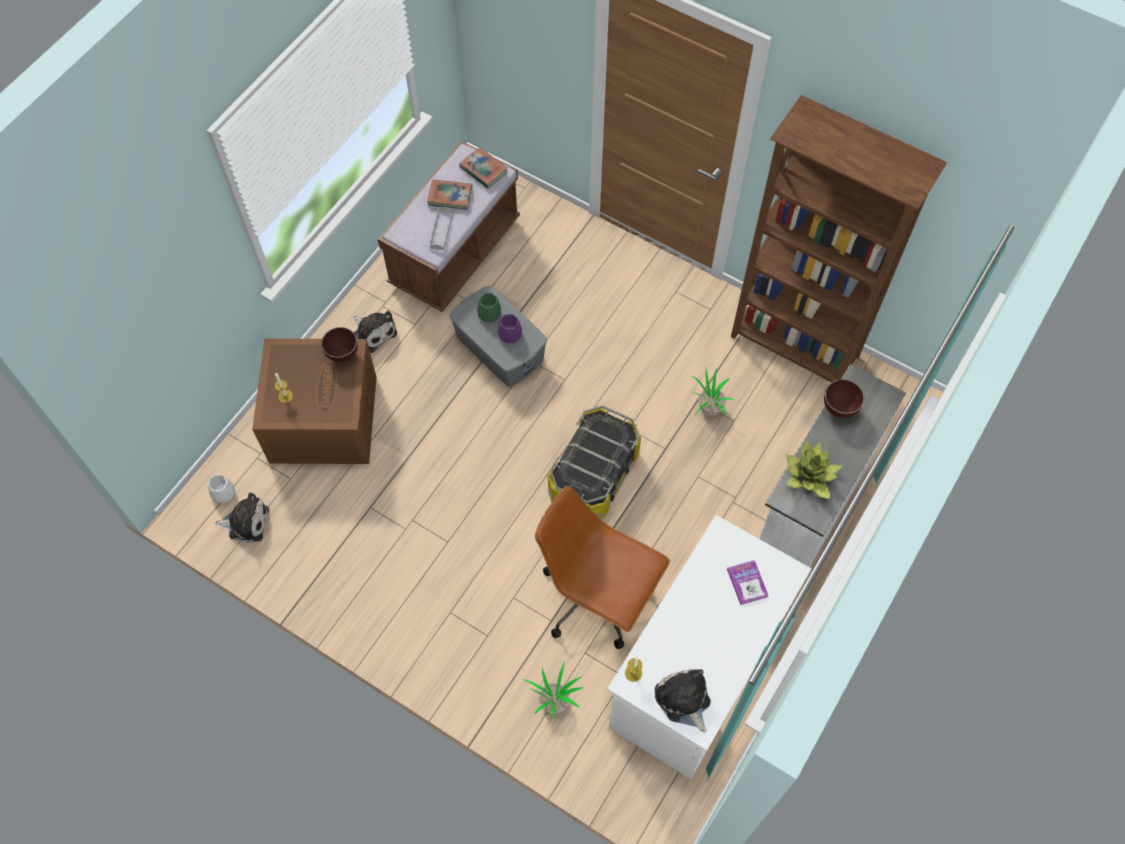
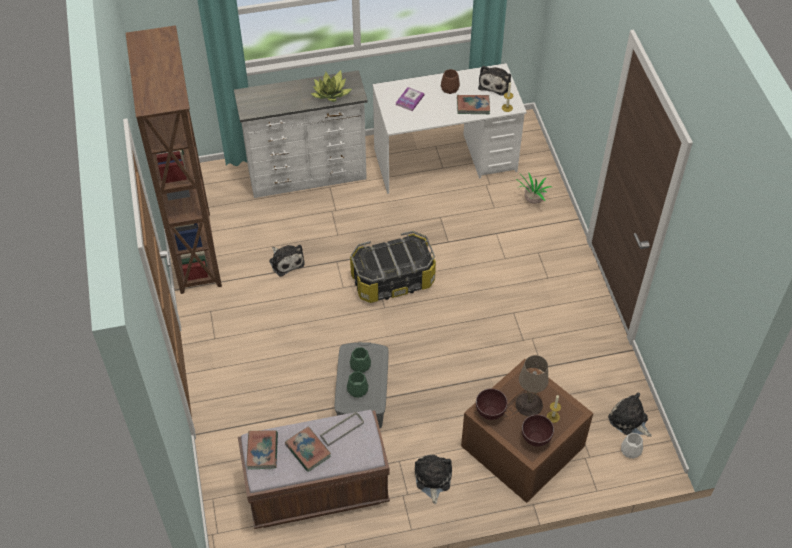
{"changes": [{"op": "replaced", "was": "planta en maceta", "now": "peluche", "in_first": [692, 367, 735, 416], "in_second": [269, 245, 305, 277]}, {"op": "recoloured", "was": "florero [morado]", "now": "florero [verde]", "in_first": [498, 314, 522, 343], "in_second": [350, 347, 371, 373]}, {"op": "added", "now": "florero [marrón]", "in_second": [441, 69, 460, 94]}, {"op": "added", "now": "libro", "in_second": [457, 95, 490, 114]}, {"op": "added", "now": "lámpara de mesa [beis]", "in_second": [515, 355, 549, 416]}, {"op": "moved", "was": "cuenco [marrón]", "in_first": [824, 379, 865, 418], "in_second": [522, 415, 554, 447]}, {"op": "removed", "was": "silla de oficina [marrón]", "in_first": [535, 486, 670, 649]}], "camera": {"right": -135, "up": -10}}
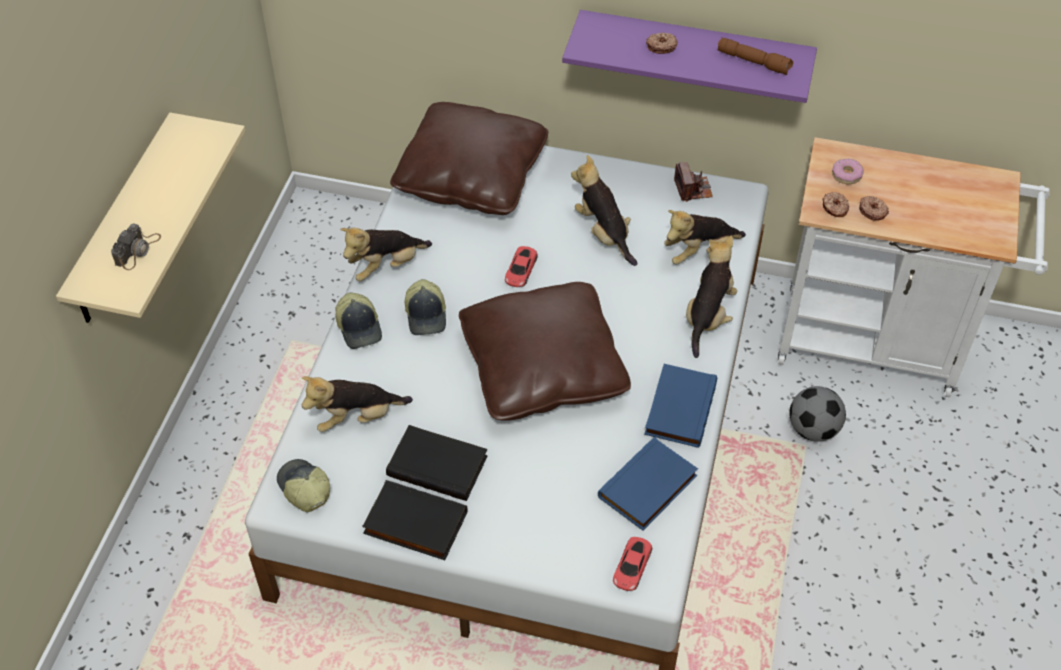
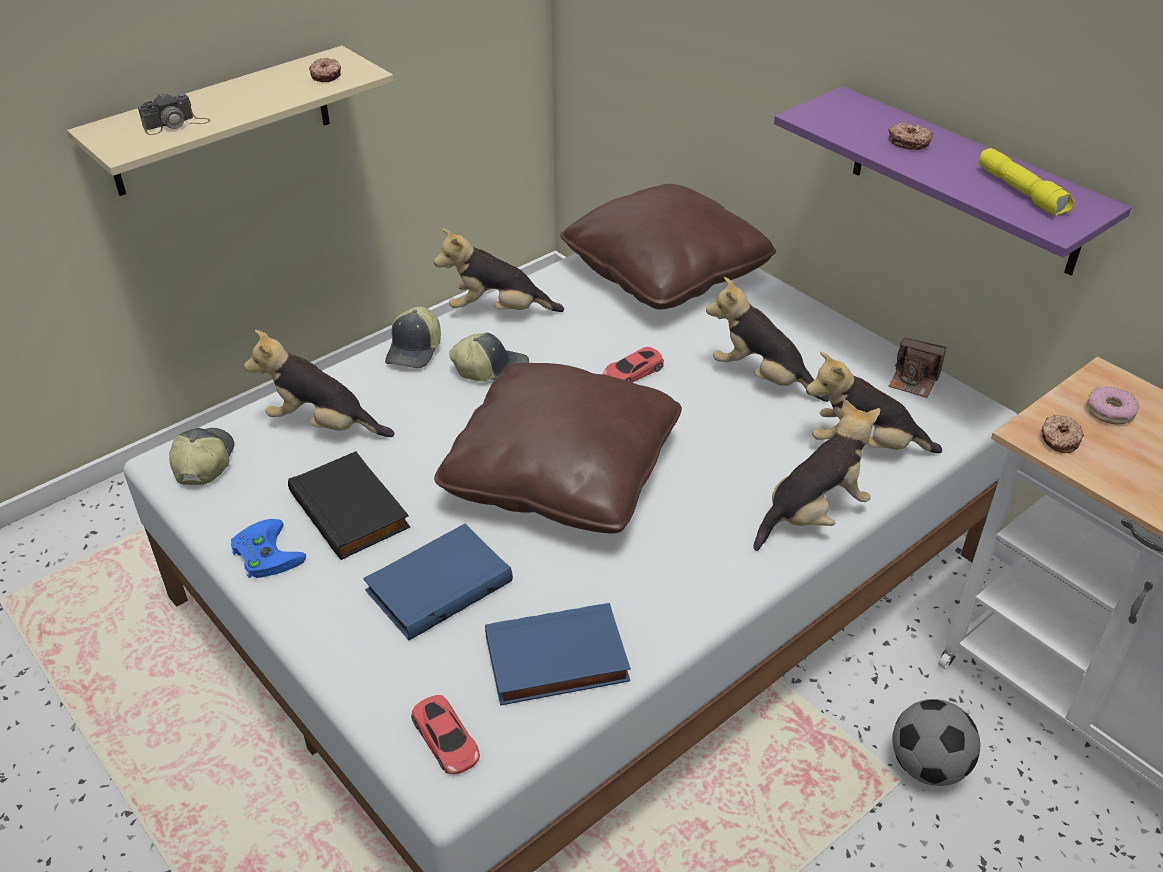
{"changes": [{"op": "replaced", "was": "libro [negro]", "now": "mando de consola [azul]", "in_first": [362, 480, 468, 560], "in_second": [231, 519, 306, 578]}, {"op": "moved", "was": "rosquilla", "in_first": [859, 196, 889, 221], "in_second": [309, 58, 341, 82]}, {"op": "moved", "was": "libro [azul]", "in_first": [644, 364, 717, 448], "in_second": [363, 523, 513, 640]}, {"op": "turned", "was": "coche de juguete [rojo]", "in_first": [613, 537, 652, 591], "in_second": [411, 695, 480, 774], "clockwise": -90}, {"op": "turned", "was": "gorra", "in_first": [405, 279, 446, 335], "in_second": [449, 332, 529, 381], "clockwise": -120}, {"op": "turned", "was": "peluche", "in_first": [571, 155, 637, 266], "in_second": [706, 277, 830, 402], "clockwise": -60}, {"op": "turned", "was": "cámara", "in_first": [674, 162, 713, 202], "in_second": [889, 338, 946, 398], "clockwise": 90}, {"op": "recoloured", "was": "linterna [marrón]", "now": "linterna [amarillo]", "in_first": [717, 38, 793, 75], "in_second": [979, 148, 1075, 216]}], "camera": {"right": 35, "up": -10}}
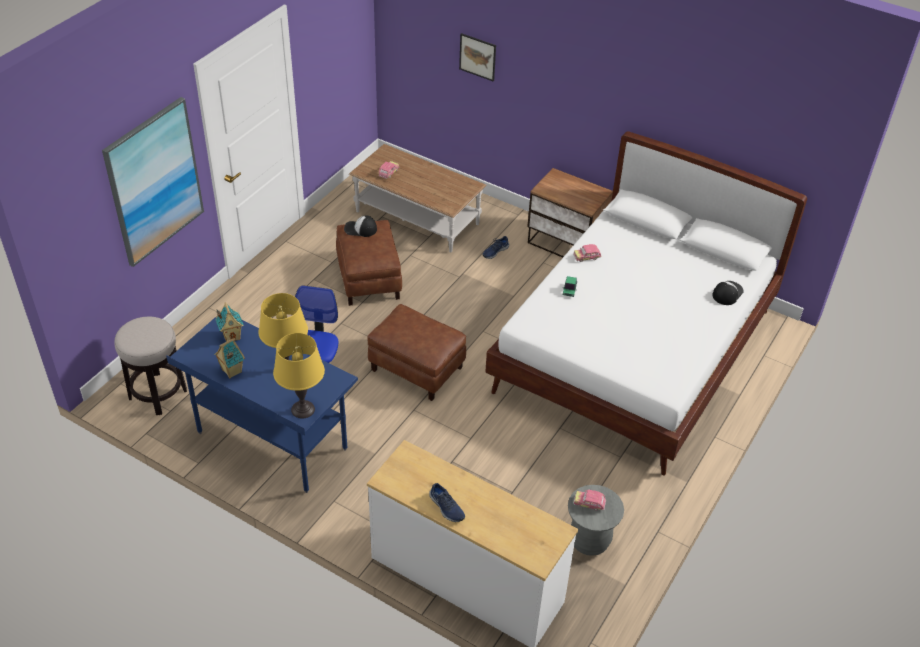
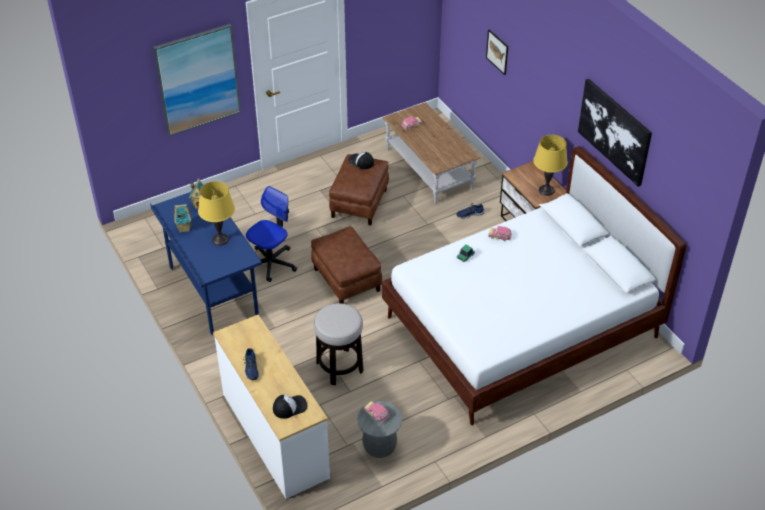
{"changes": [{"op": "moved", "was": "gorra", "in_first": [713, 281, 743, 305], "in_second": [273, 395, 307, 419]}, {"op": "moved", "was": "taburete", "in_first": [114, 317, 187, 415], "in_second": [313, 303, 363, 385]}, {"op": "moved", "was": "lámpara de mesa [amarillo]", "in_first": [273, 333, 325, 418], "in_second": [533, 135, 568, 196]}, {"op": "added", "now": "cuadro", "in_second": [578, 79, 652, 187]}], "camera": {"right": 30, "up": 0}}
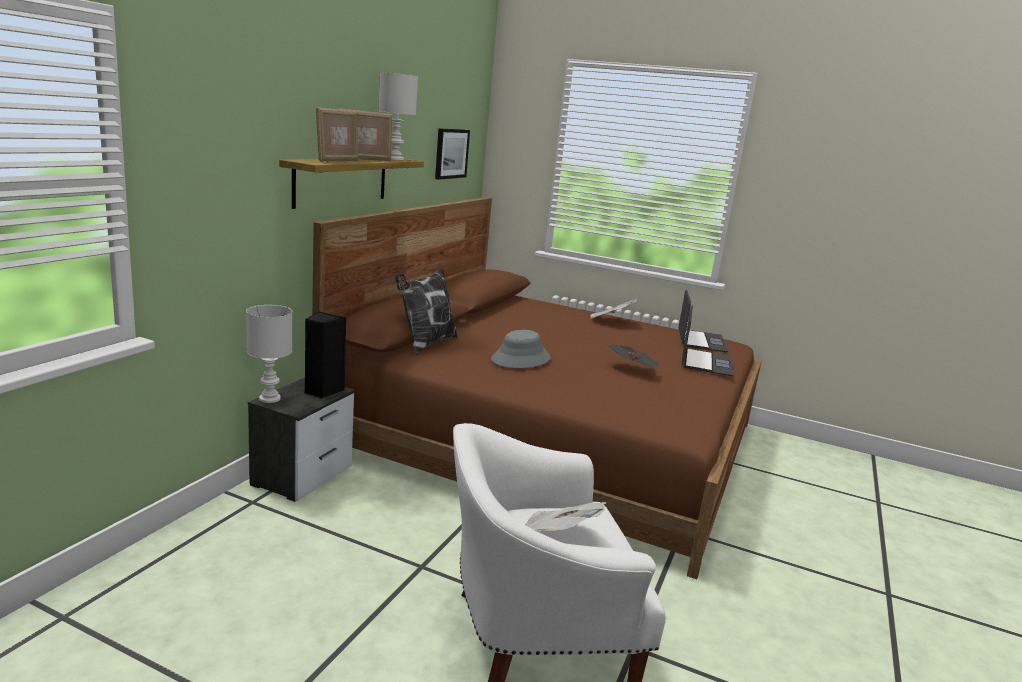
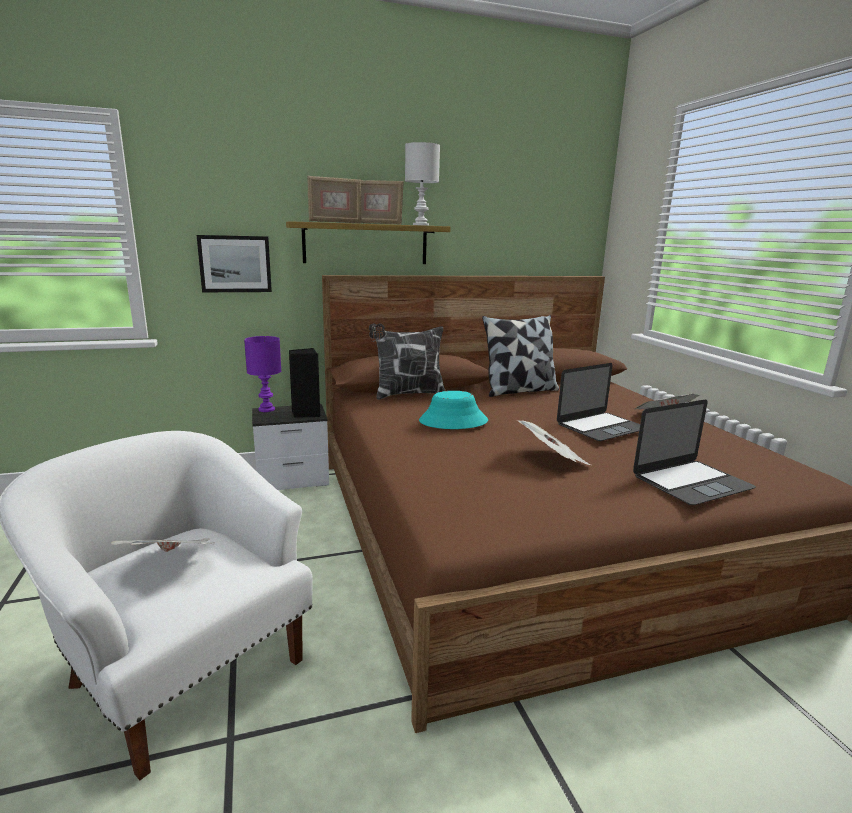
{"changes": [{"op": "moved", "was": "cuadro", "in_first": [435, 128, 470, 180], "in_second": [197, 235, 272, 292]}, {"op": "recoloured", "was": "lámpara de mesa [blanco]", "now": "lámpara de mesa [morado]", "in_first": [246, 305, 292, 403], "in_second": [244, 336, 281, 412]}, {"op": "recoloured", "was": "sombrero [gris]", "now": "sombrero [turquesa]", "in_first": [491, 330, 550, 368], "in_second": [419, 391, 488, 429]}, {"op": "added", "now": "cojín", "in_second": [482, 315, 559, 397]}, {"op": "moved", "was": "portátil", "in_first": [679, 290, 728, 352], "in_second": [557, 363, 640, 441]}], "camera": {"right": 50, "up": 0}}
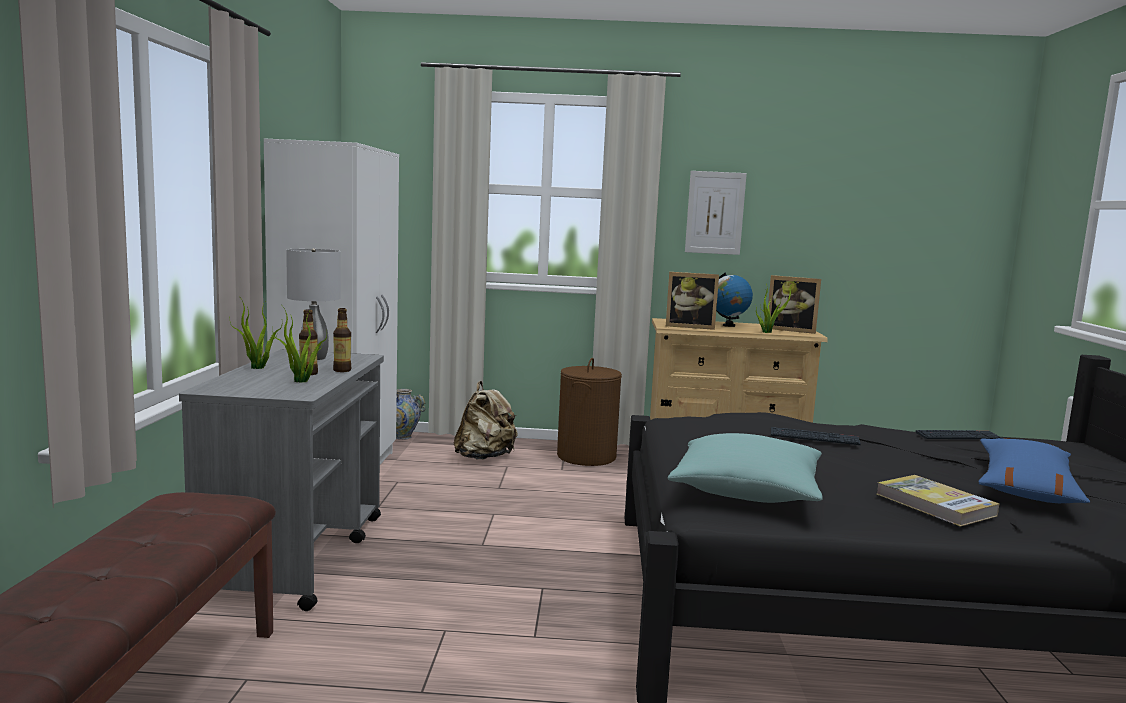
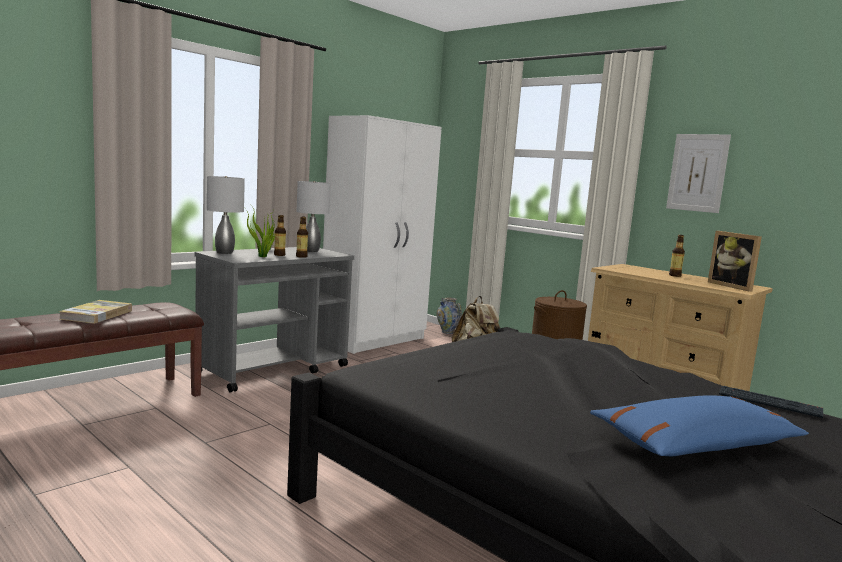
{"changes": [{"op": "moved", "was": "libro", "in_first": [877, 475, 999, 527], "in_second": [59, 300, 132, 324]}, {"op": "added", "now": "lámpara de mesa [gris]", "in_second": [207, 176, 245, 254]}, {"op": "replaced", "was": "globo terráqueo", "now": "botella", "in_first": [716, 272, 753, 327], "in_second": [669, 235, 685, 277]}, {"op": "removed", "was": "portarretratos", "in_first": [666, 272, 719, 330]}, {"op": "removed", "was": "cojín [turquesa]", "in_first": [668, 433, 823, 503]}, {"op": "removed", "was": "planta en maceta", "in_first": [756, 283, 793, 333]}, {"op": "removed", "was": "teclado", "in_first": [771, 427, 861, 445]}], "camera": {"right": 40, "up": 0}}
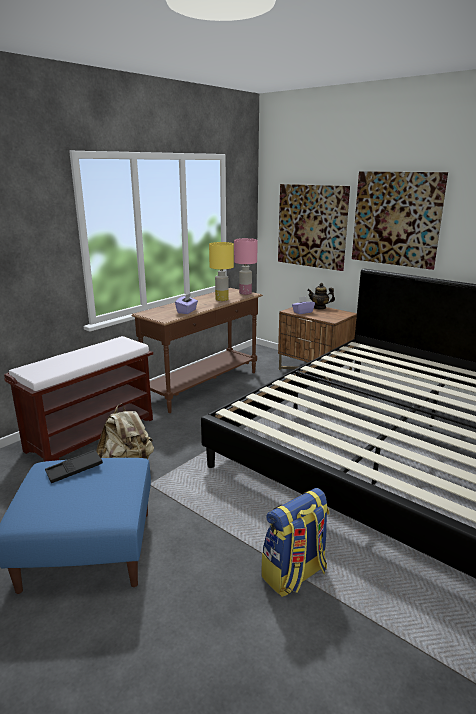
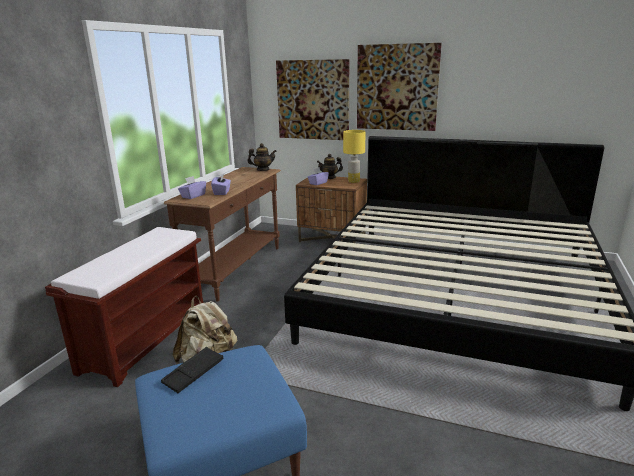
{"changes": [{"op": "added", "now": "caja de pañuelos [morado]", "in_second": [178, 176, 206, 199]}, {"op": "replaced", "was": "lámpara de mesa [rosa]", "now": "tetera", "in_first": [234, 238, 258, 295], "in_second": [247, 143, 277, 171]}, {"op": "moved", "was": "lámpara de mesa [amarillo]", "in_first": [209, 242, 234, 301], "in_second": [343, 130, 366, 183]}, {"op": "removed", "was": "mochila", "in_first": [262, 488, 329, 597]}], "camera": {"right": -20, "up": 0}}
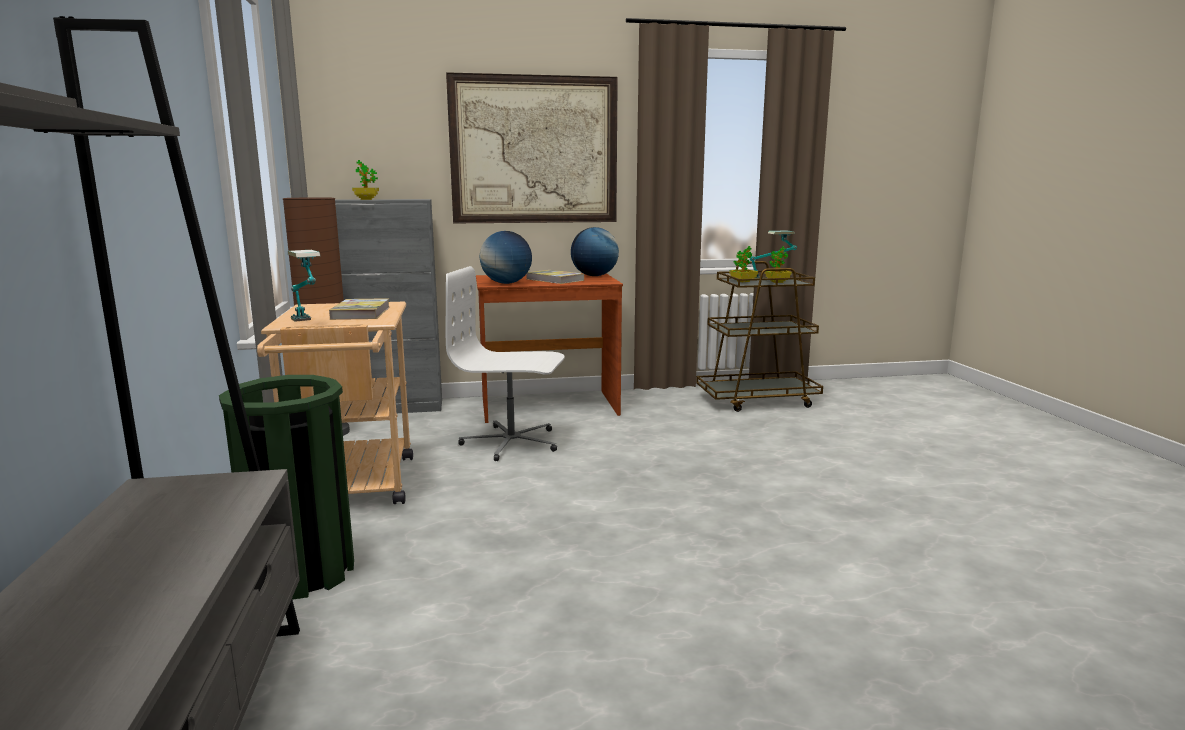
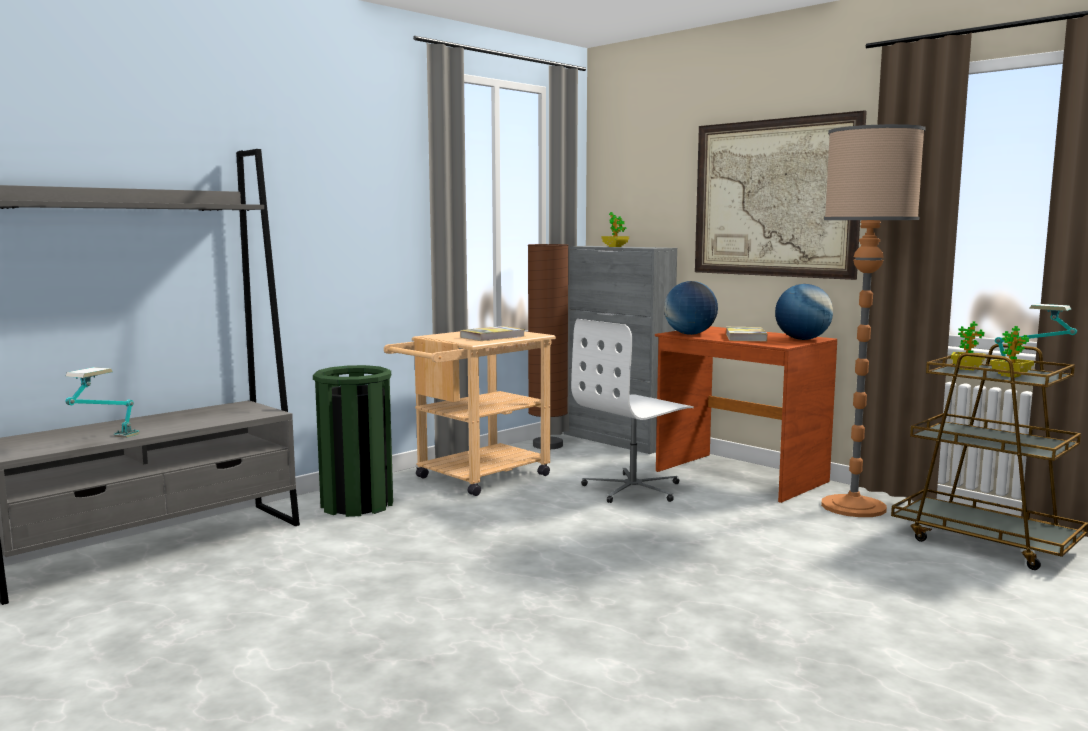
{"changes": [{"op": "moved", "was": "lámpara de mesa", "in_first": [288, 250, 320, 322], "in_second": [65, 367, 140, 438]}, {"op": "turned", "was": "silla de oficina [blanco]", "in_first": [446, 266, 565, 461], "in_second": [571, 319, 694, 503], "clockwise": -105}, {"op": "added", "now": "lámpara de pie", "in_second": [821, 124, 926, 517]}], "camera": {"right": 55, "up": -5}}
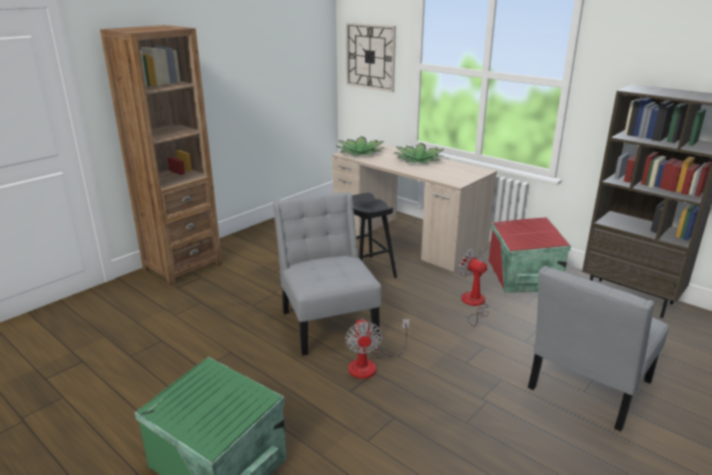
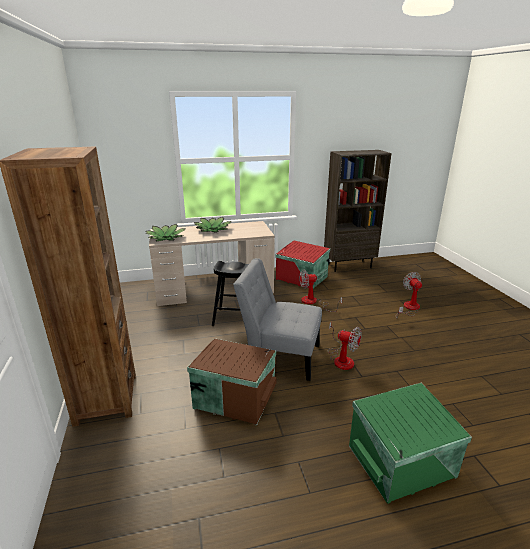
{"changes": [{"op": "added", "now": "caja de almacenaje [marrón]", "in_second": [187, 338, 277, 426]}, {"op": "replaced", "was": "silla [gris]", "now": "ventilador", "in_first": [528, 266, 669, 432], "in_second": [396, 272, 422, 318]}, {"op": "removed", "was": "reloj de pared", "in_first": [346, 22, 396, 92]}], "camera": {"right": -55, "up": 0}}
